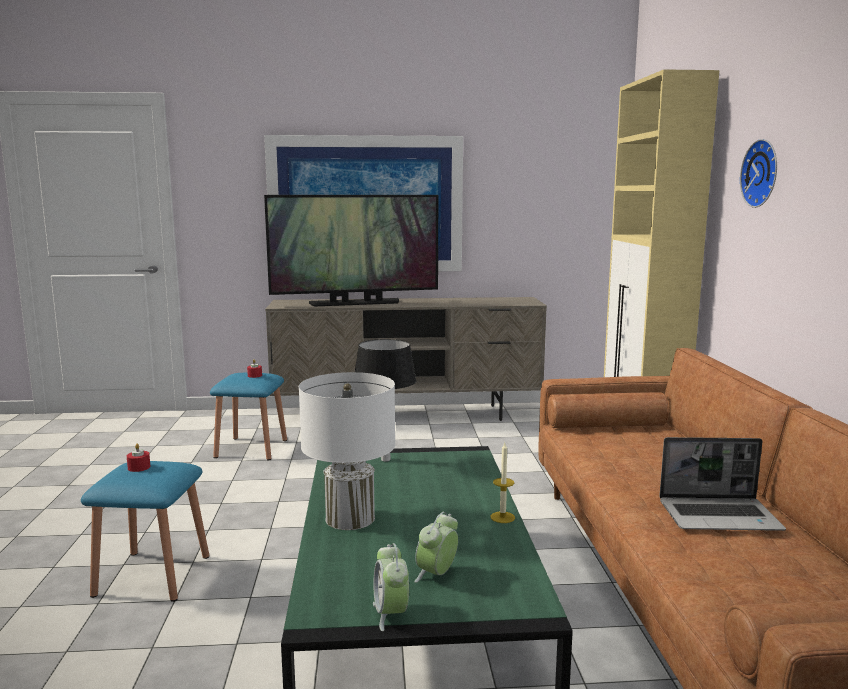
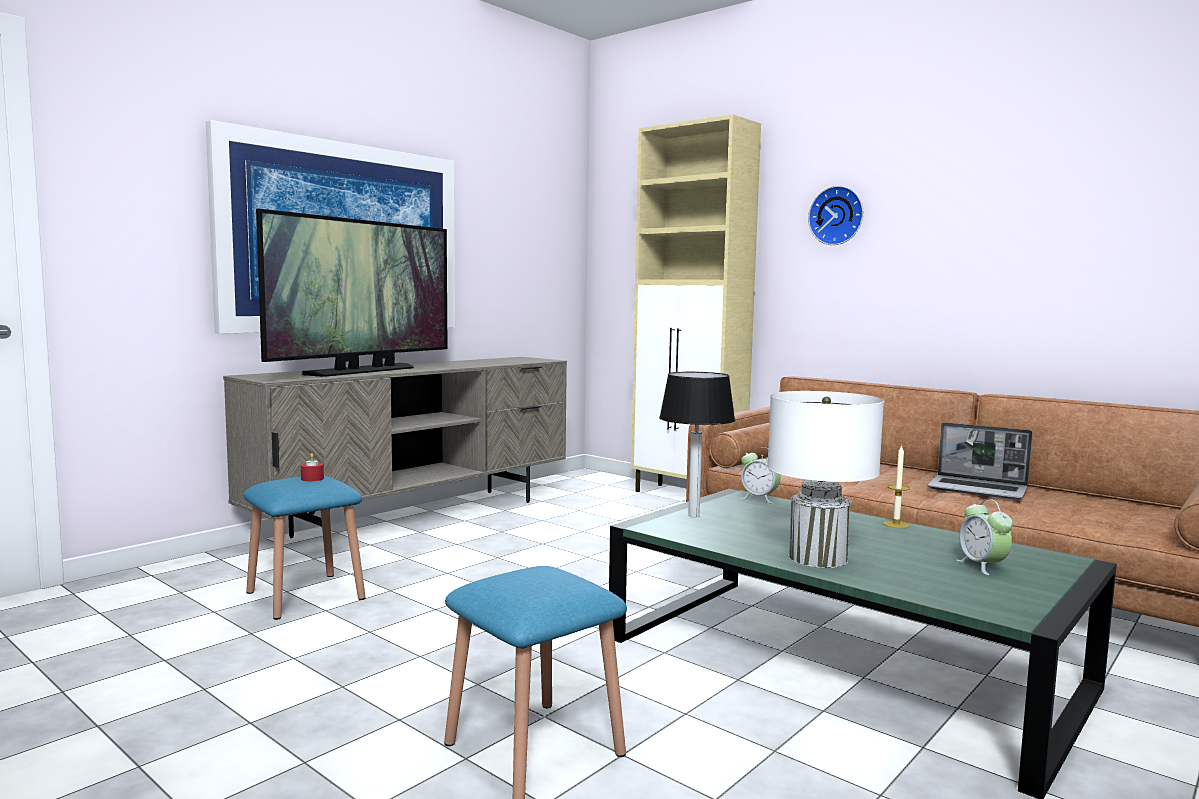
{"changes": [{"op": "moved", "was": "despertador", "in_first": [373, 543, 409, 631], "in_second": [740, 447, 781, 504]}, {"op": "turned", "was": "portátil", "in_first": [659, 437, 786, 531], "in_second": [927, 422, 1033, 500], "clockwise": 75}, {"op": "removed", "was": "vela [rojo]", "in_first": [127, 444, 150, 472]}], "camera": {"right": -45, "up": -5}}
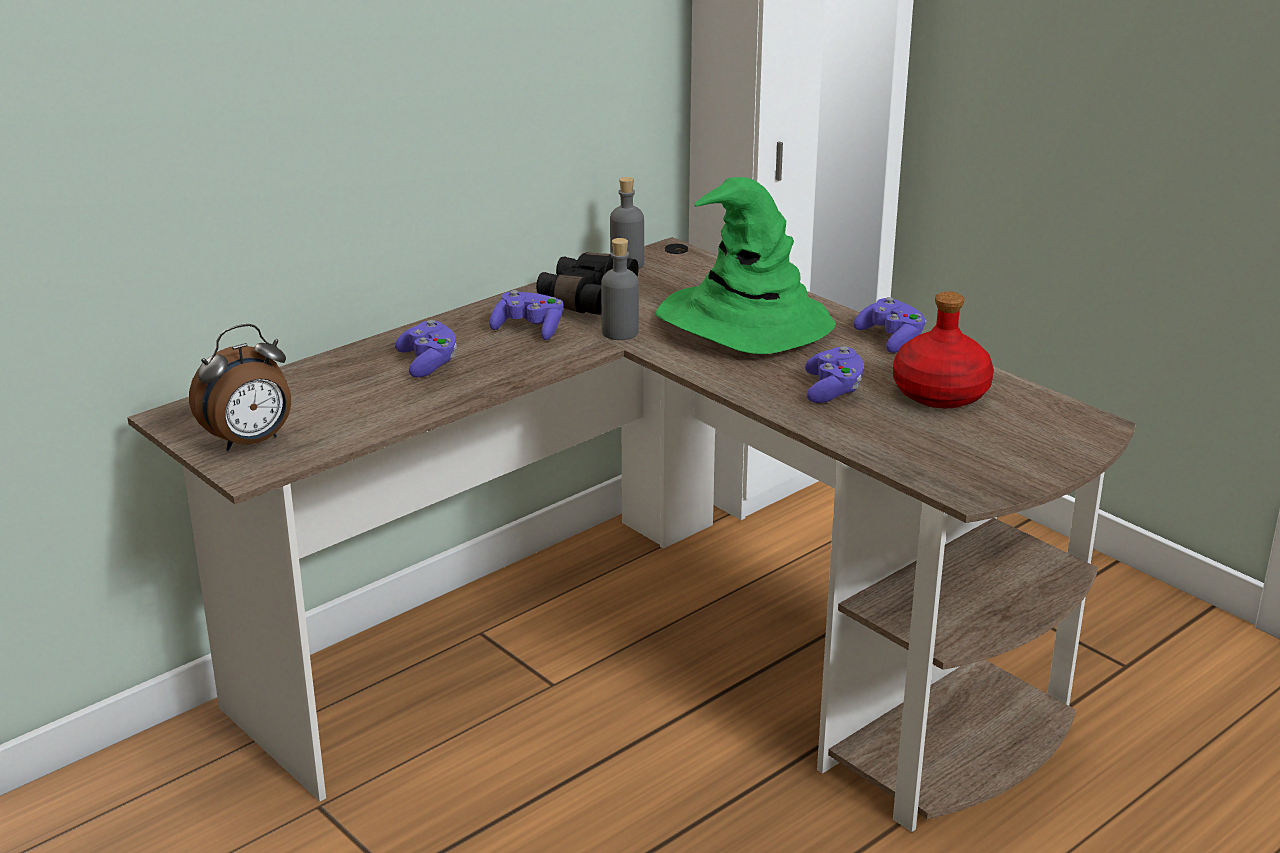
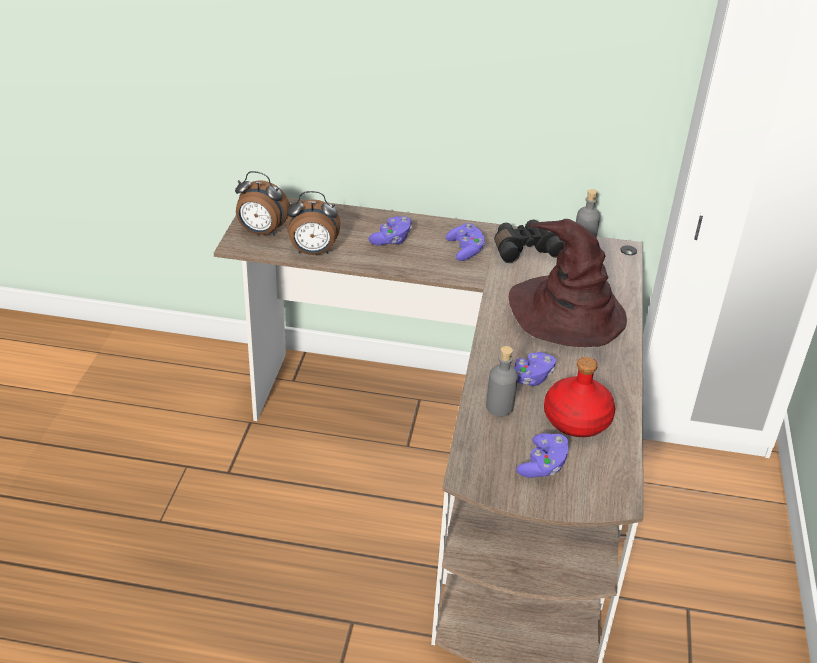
{"changes": [{"op": "added", "now": "despertador", "in_second": [286, 191, 340, 255]}, {"op": "moved", "was": "botella [gris]", "in_first": [601, 238, 639, 340], "in_second": [486, 346, 518, 417]}, {"op": "recoloured", "was": "sombrero [verde]", "now": "sombrero [marrón]", "in_first": [655, 177, 835, 354], "in_second": [509, 219, 627, 347]}, {"op": "moved", "was": "mando de consola [morado]", "in_first": [853, 297, 927, 353], "in_second": [516, 433, 569, 478]}], "camera": {"right": 50, "up": 10}}
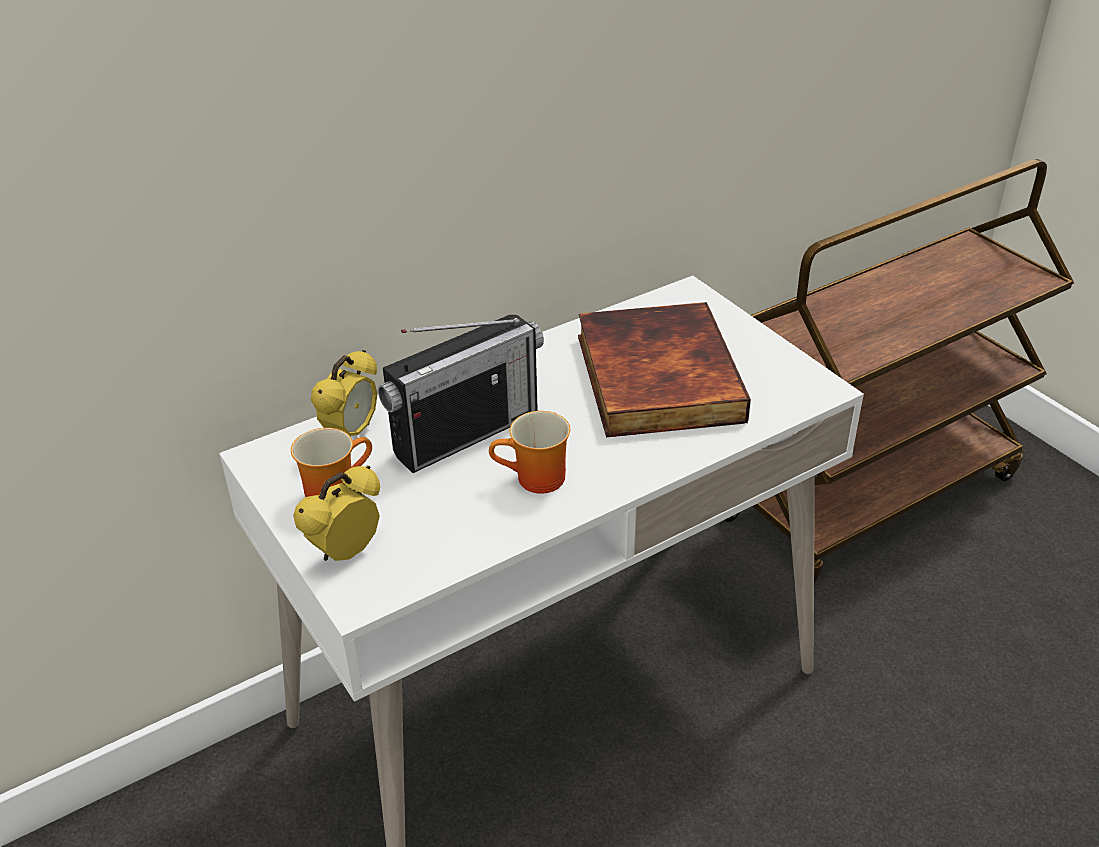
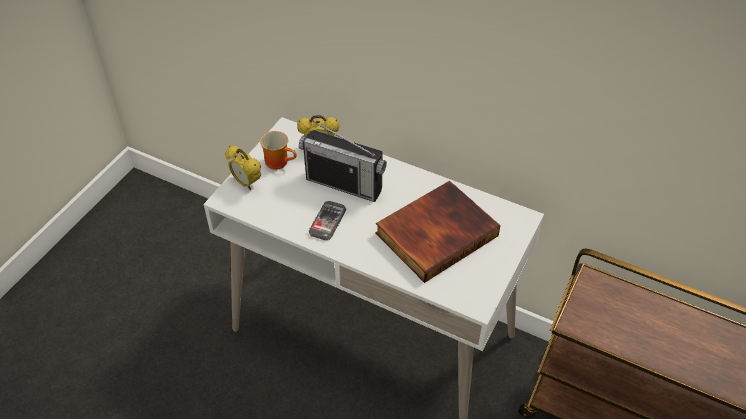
{"changes": [{"op": "turned", "was": "despertador", "in_first": [293, 465, 380, 561], "in_second": [225, 146, 261, 190], "clockwise": -150}, {"op": "replaced", "was": "taza grande", "now": "móvil", "in_first": [489, 411, 570, 494], "in_second": [308, 201, 346, 240]}], "camera": {"right": 60, "up": 10}}
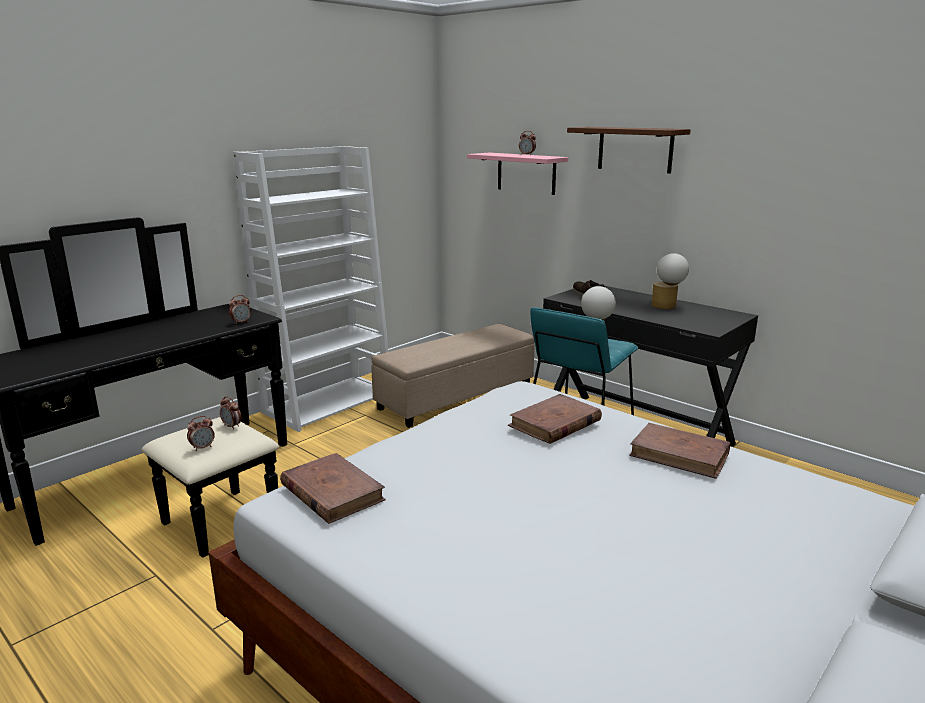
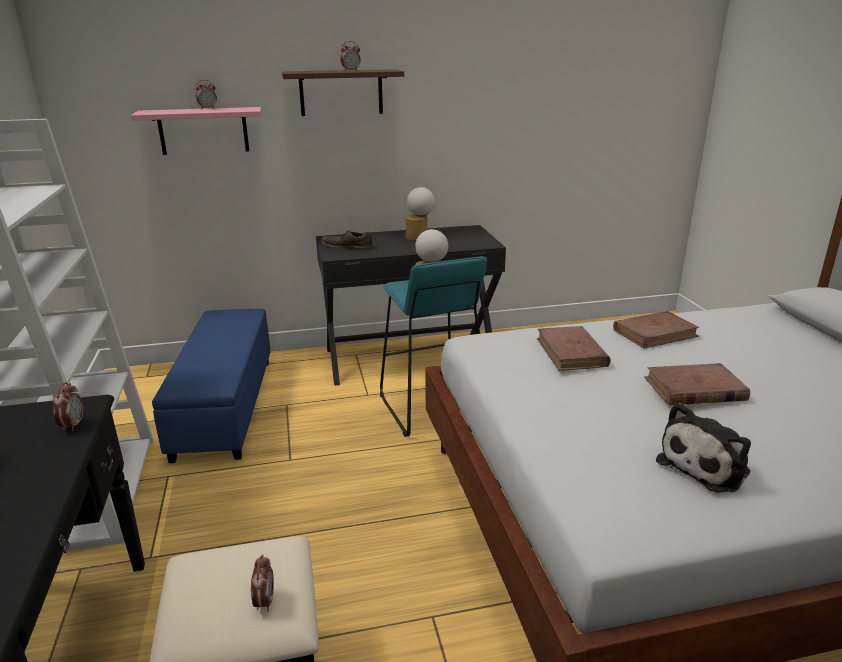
{"changes": [{"op": "recoloured", "was": "puf [beis]", "now": "puf [azul]", "in_first": [372, 324, 535, 428], "in_second": [152, 309, 270, 463]}, {"op": "moved", "was": "despertador", "in_first": [220, 396, 241, 430], "in_second": [340, 41, 361, 71]}, {"op": "moved", "was": "libro [marrón]", "in_first": [280, 453, 386, 524], "in_second": [644, 363, 750, 405]}, {"op": "added", "now": "peluche", "in_second": [656, 403, 751, 493]}], "camera": {"right": -55, "up": 5}}
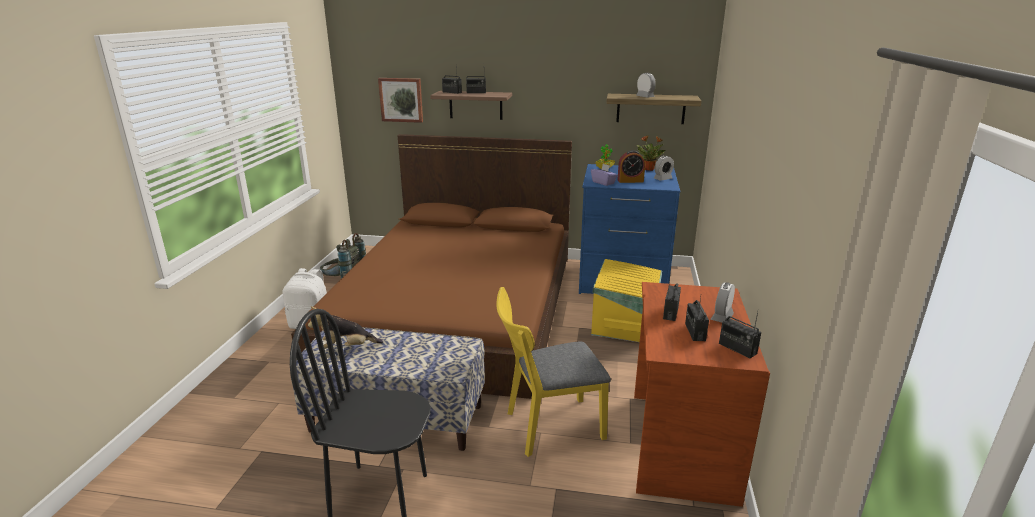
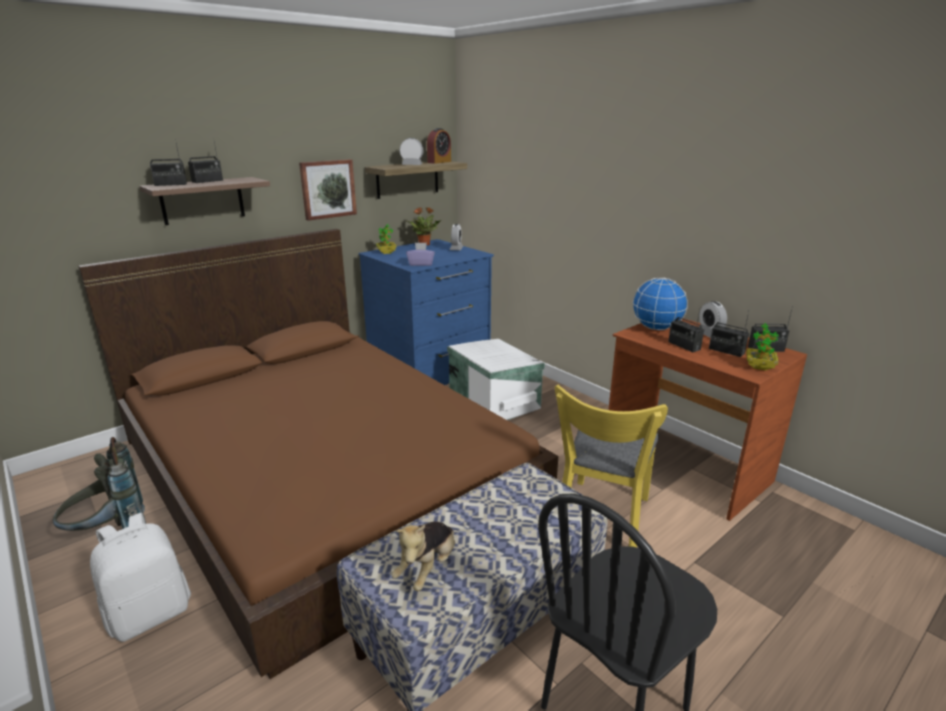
{"changes": [{"op": "moved", "was": "cuadro", "in_first": [378, 78, 423, 123], "in_second": [299, 159, 357, 221]}, {"op": "moved", "was": "despertador", "in_first": [617, 150, 645, 183], "in_second": [427, 128, 451, 164]}, {"op": "recoloured", "was": "caja de almacenaje [amarillo]", "now": "caja de almacenaje [blanco]", "in_first": [591, 259, 662, 342], "in_second": [447, 339, 545, 420]}, {"op": "added", "now": "globo terráqueo", "in_second": [633, 277, 688, 330]}, {"op": "added", "now": "planta en maceta", "in_second": [746, 323, 779, 370]}], "camera": {"right": -50, "up": 0}}
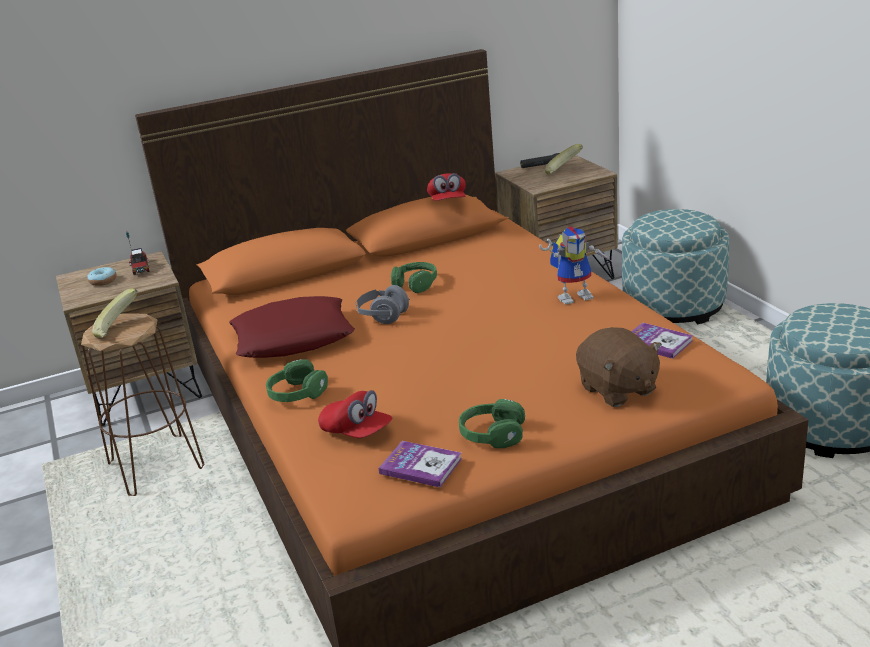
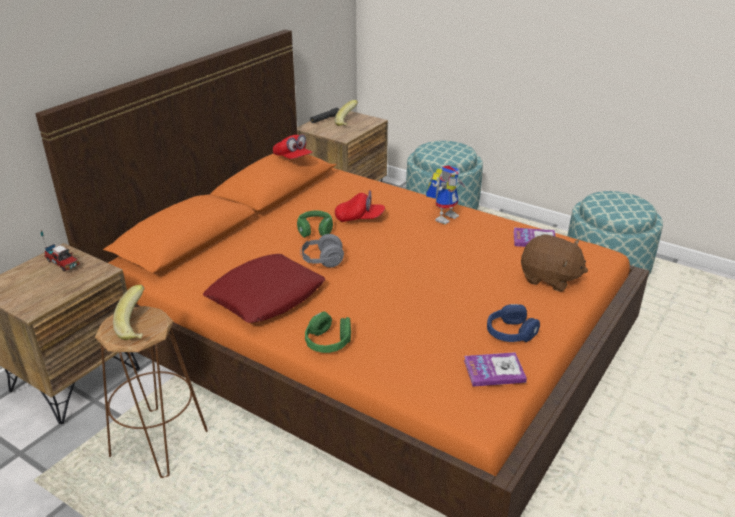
{"changes": [{"op": "moved", "was": "gorra [rojo]", "in_first": [318, 390, 393, 438], "in_second": [335, 190, 385, 222]}, {"op": "recoloured", "was": "auriculares [verde]", "now": "auriculares [azul]", "in_first": [459, 399, 525, 448], "in_second": [487, 304, 540, 342]}, {"op": "removed", "was": "rosquilla", "in_first": [87, 267, 117, 286]}], "camera": {"right": -35, "up": 5}}
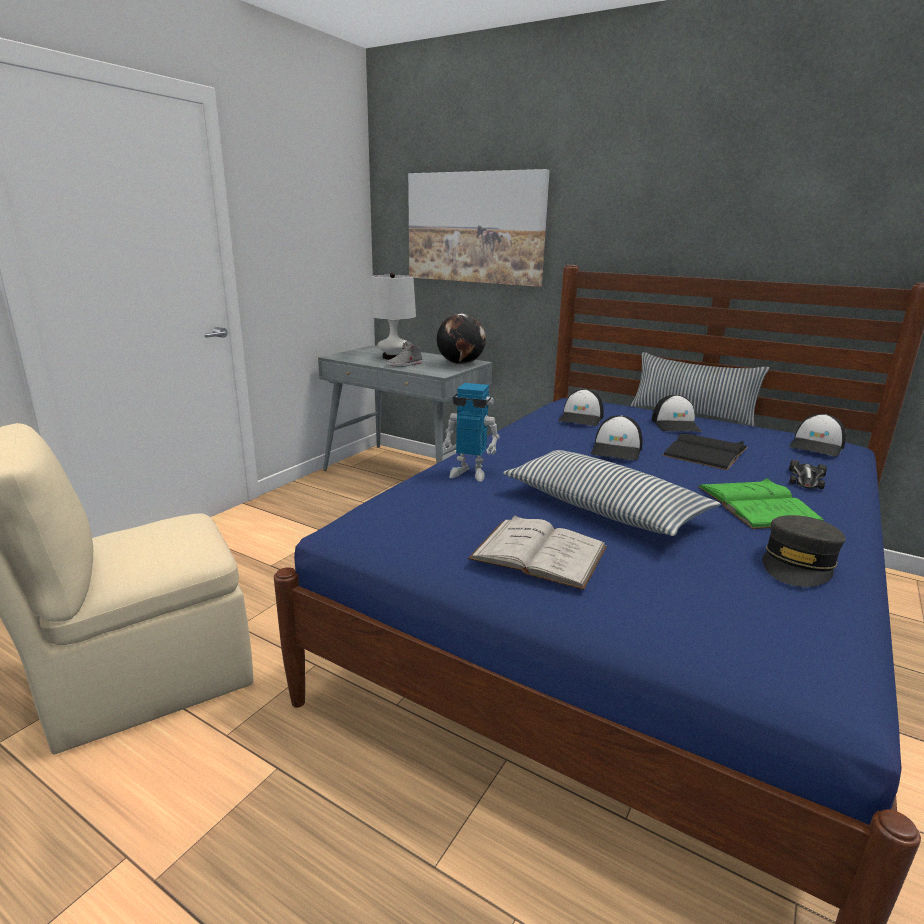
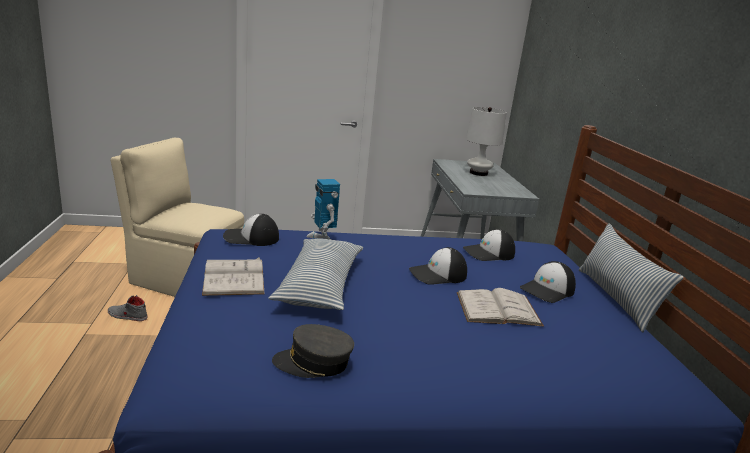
{"changes": [{"op": "moved", "was": "zapato [gris]", "in_first": [386, 341, 422, 367], "in_second": [108, 295, 148, 321]}, {"op": "moved", "was": "gorra", "in_first": [789, 414, 846, 457], "in_second": [223, 214, 279, 246]}, {"op": "recoloured", "was": "libro [negro]", "now": "libro [blanco]", "in_first": [662, 433, 748, 470], "in_second": [457, 288, 544, 327]}, {"op": "removed", "was": "cuadro", "in_first": [408, 169, 550, 287]}, {"op": "removed", "was": "globo terráqueo", "in_first": [437, 314, 486, 364]}, {"op": "removed", "was": "libro [verde]", "in_first": [697, 478, 824, 529]}, {"op": "removed", "was": "coche de juguete", "in_first": [789, 460, 827, 489]}], "camera": {"right": 50, "up": 0}}
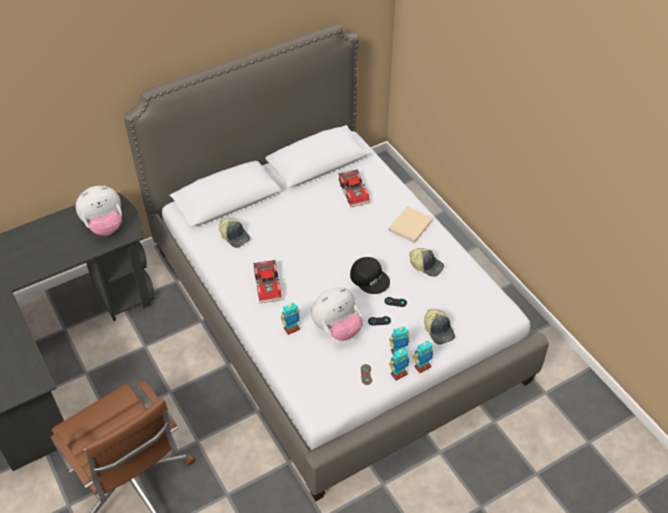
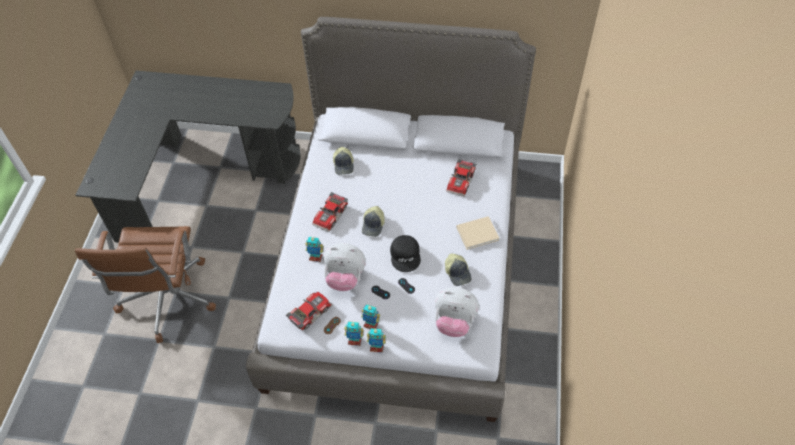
{"changes": [{"op": "added", "now": "coche de juguete", "in_second": [286, 292, 333, 330]}, {"op": "moved", "was": "gorra", "in_first": [424, 309, 455, 344], "in_second": [362, 206, 385, 237]}, {"op": "moved", "was": "peluche", "in_first": [76, 186, 122, 236], "in_second": [435, 287, 479, 337]}], "camera": {"right": 40, "up": 5}}
